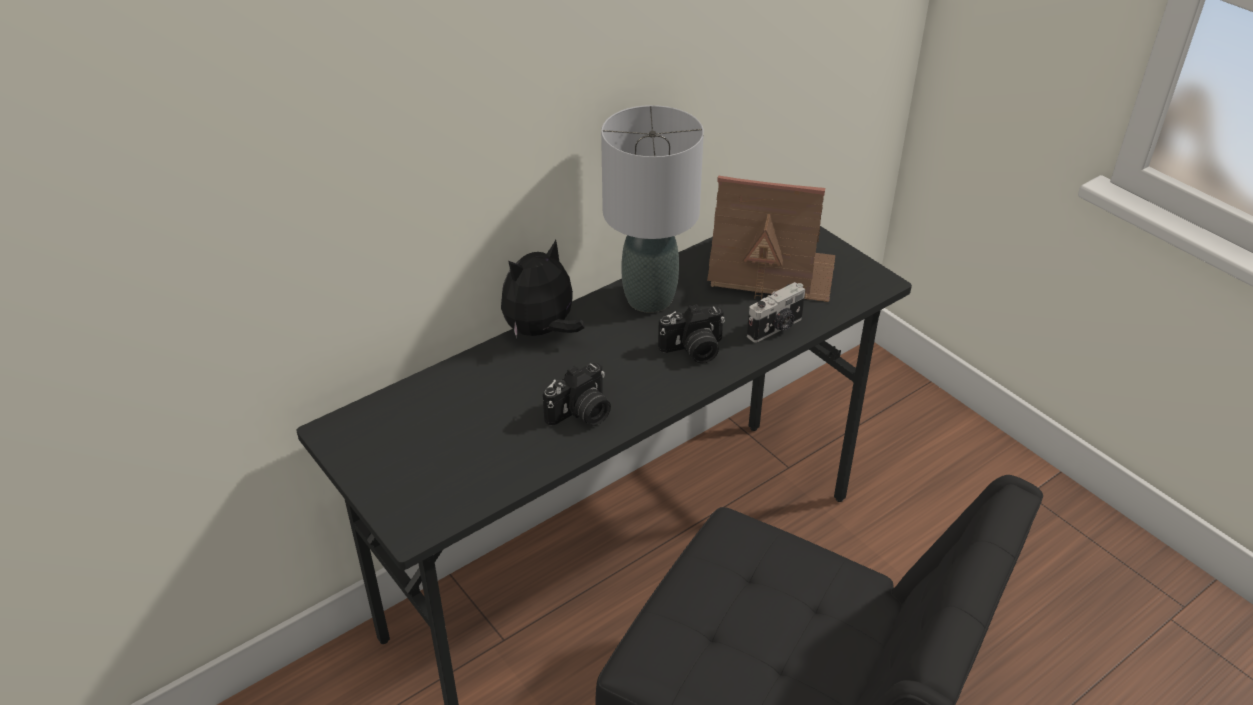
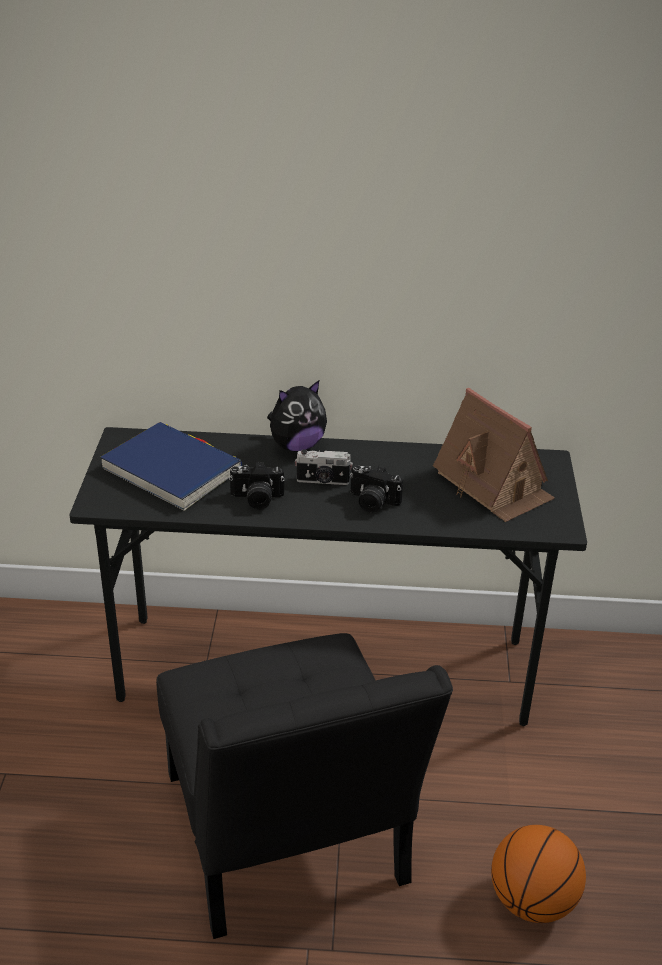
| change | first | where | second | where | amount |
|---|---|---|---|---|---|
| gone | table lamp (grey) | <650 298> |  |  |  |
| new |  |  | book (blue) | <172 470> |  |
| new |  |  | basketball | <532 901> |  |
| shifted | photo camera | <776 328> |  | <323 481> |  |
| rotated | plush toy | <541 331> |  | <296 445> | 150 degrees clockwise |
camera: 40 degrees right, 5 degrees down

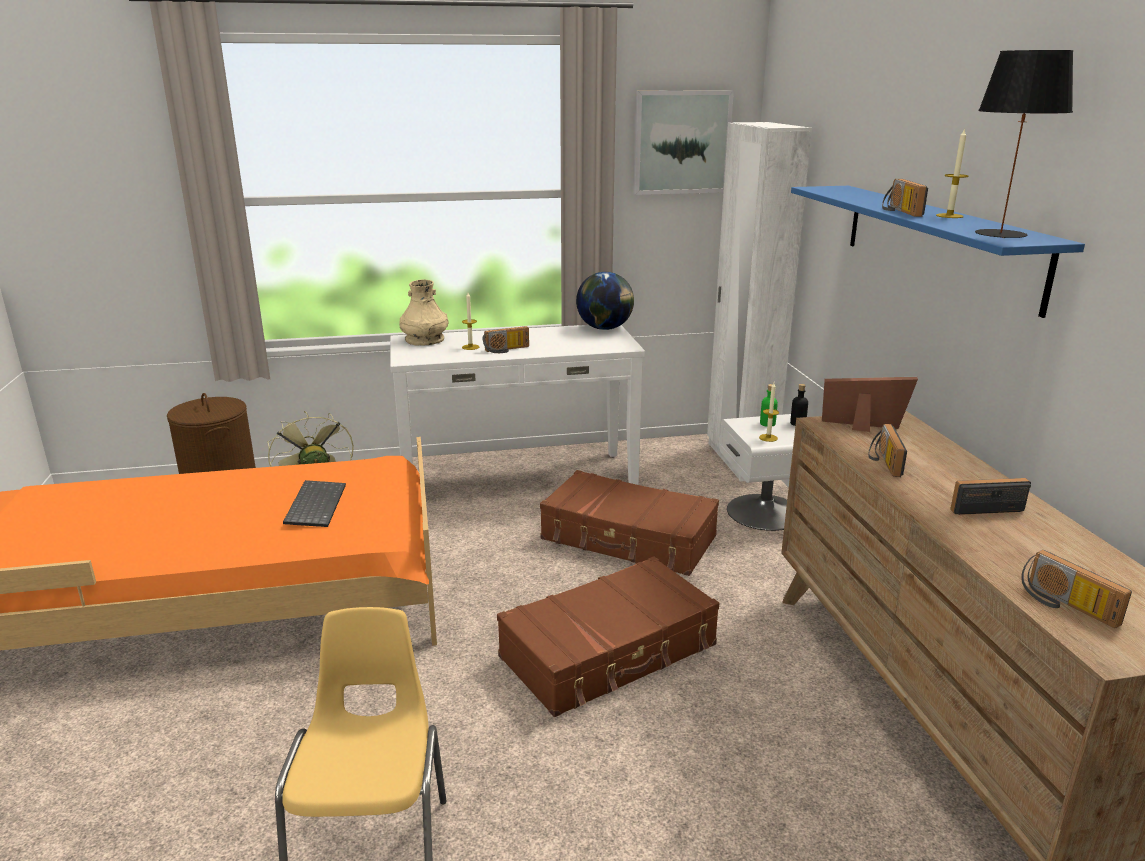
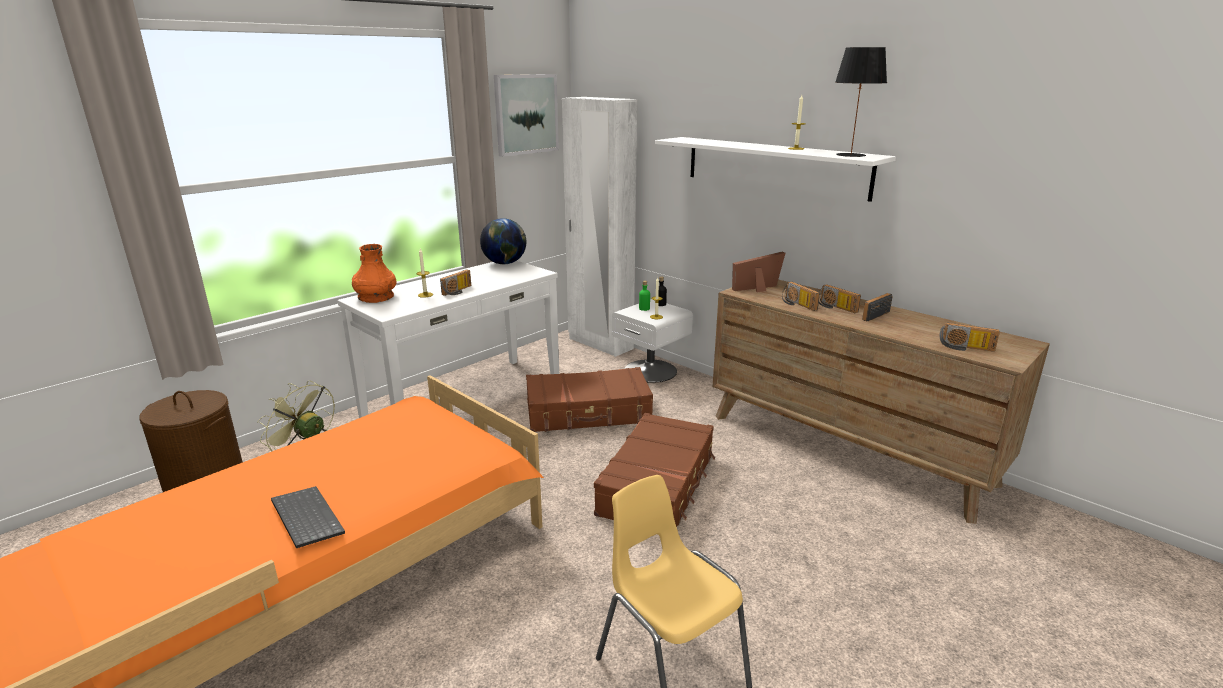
| change | first | where | second | where | amount |
|---|---|---|---|---|---|
| shifted | keyboard | <314 505> |  | <305 518> |  |
| shifted | radio | <898 211> |  | <835 307> |  |
| repainted | vase (beige) | <424 340> | vase (orange) | <376 297> |  |
| repainted | shelf (blue) | <937 242> | shelf (white) | <774 166> |  |
camera: 35 degrees left, 0 degrees up

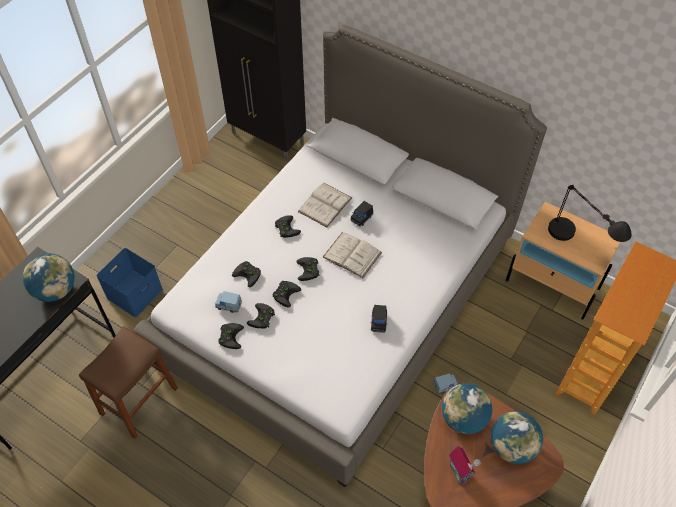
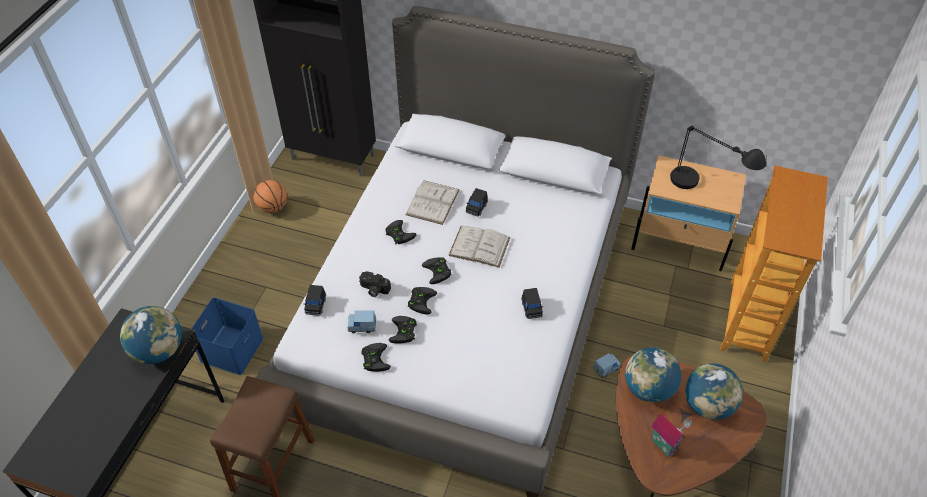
| change | first | where | second | where | amount |
|---|---|---|---|---|---|
| new |  |  | basketball | <273 207> |  |
| new |  |  | toy car (black) | <315 305> |  |
| swapped | game controller (black) | <249 274> | photo camera | <374 289> |  |
camera: 15 degrees left, 5 degrees down

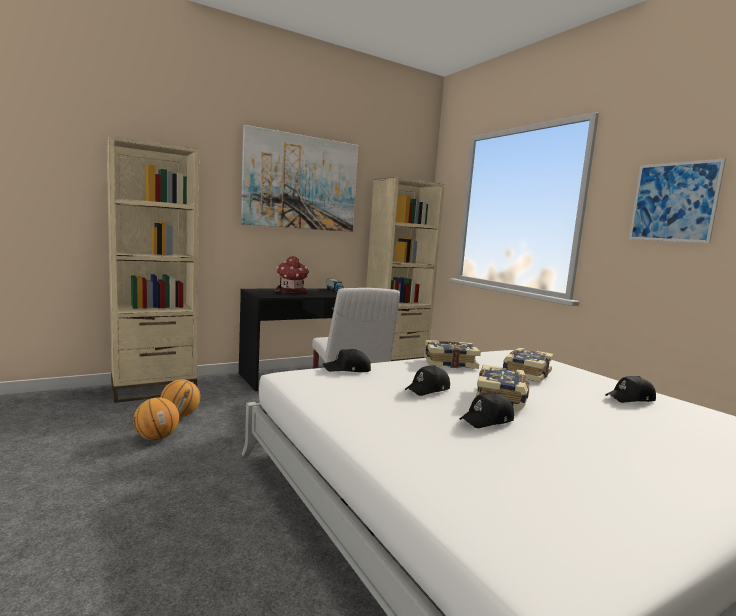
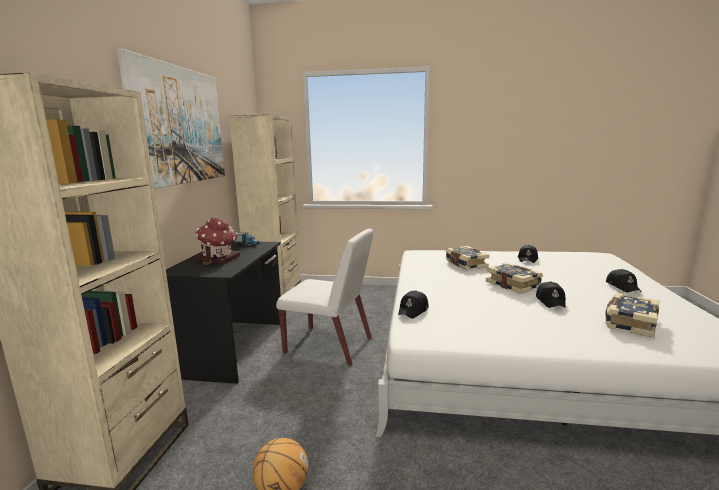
| change | first | where | second | where | amount |
|---|---|---|---|---|---|
| gone | basketball | <180 415> |  |  |  |
| gone | picture | <673 202> |  |  |  |
| shifted | cap (black) | <428 389> |  | <623 286> |  |
| shifted | book | <449 363> |  | <629 323> |  |
camera: 50 degrees left, 5 degrees up

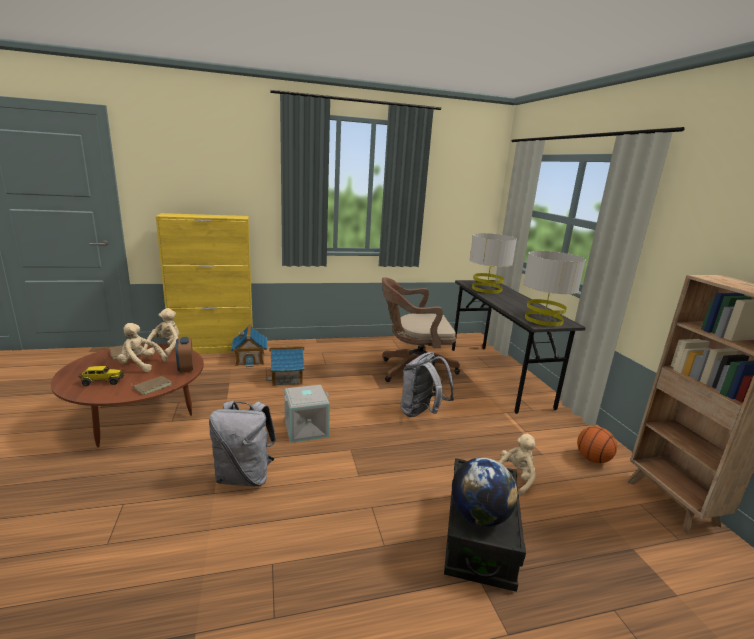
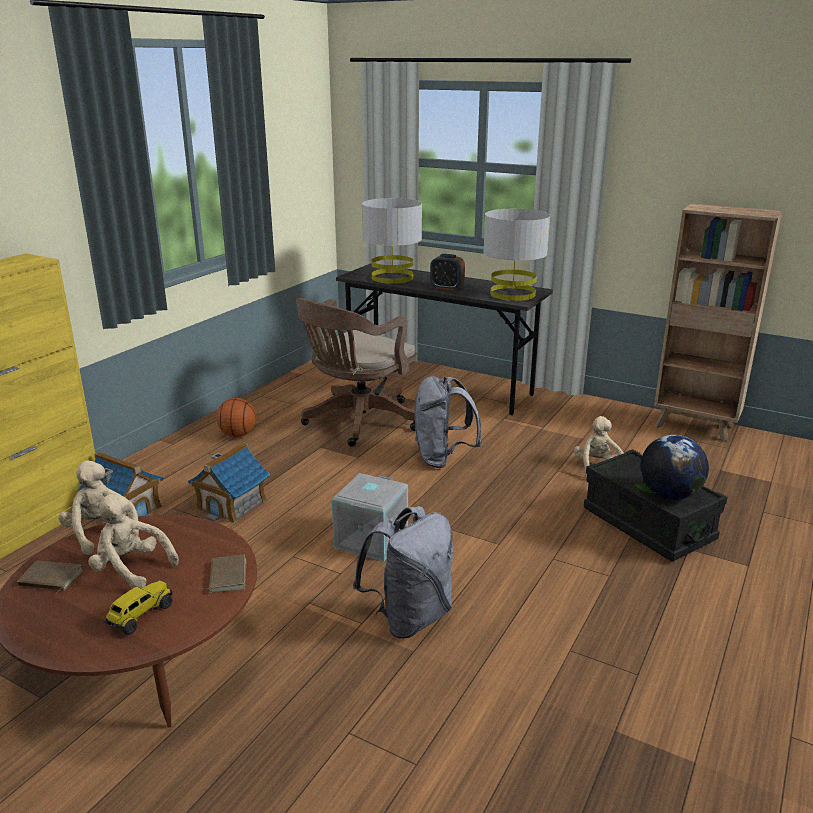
| change | first | where | second | where | amount |
|---|---|---|---|---|---|
| shifted | alarm clock | <185 368> |  | <447 287> |  |
| shifted | basketball | <592 459> |  | <238 435> |  |
| rotated | plush toy (beige) | <140 365> |  | <131 570> | 60 degrees clockwise |
camera: 45 degrees left, 5 degrees up

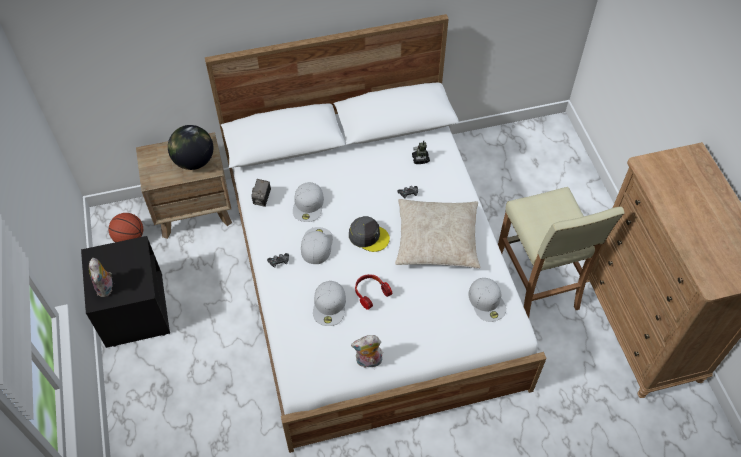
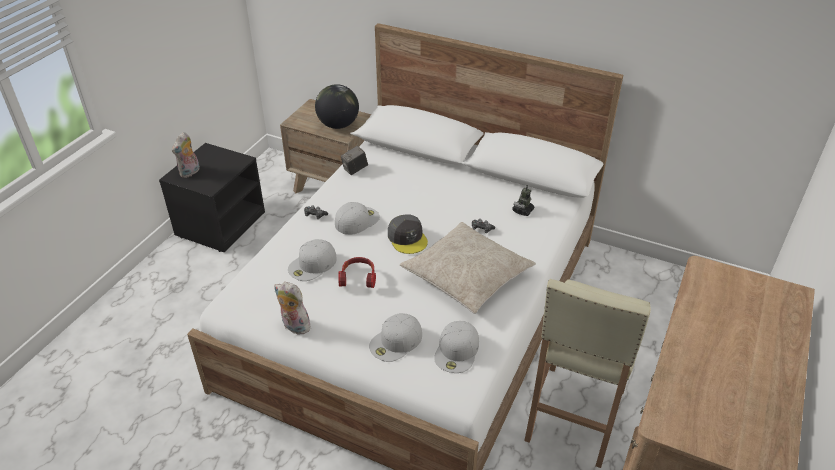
| change | first | where | second | where | amount |
|---|---|---|---|---|---|
| gone | basketball | <129 238> |  |  |  |
| shifted | cap (white) | <308 205> |  | <396 342> |  |
camera: 40 degrees right, 15 degrees down

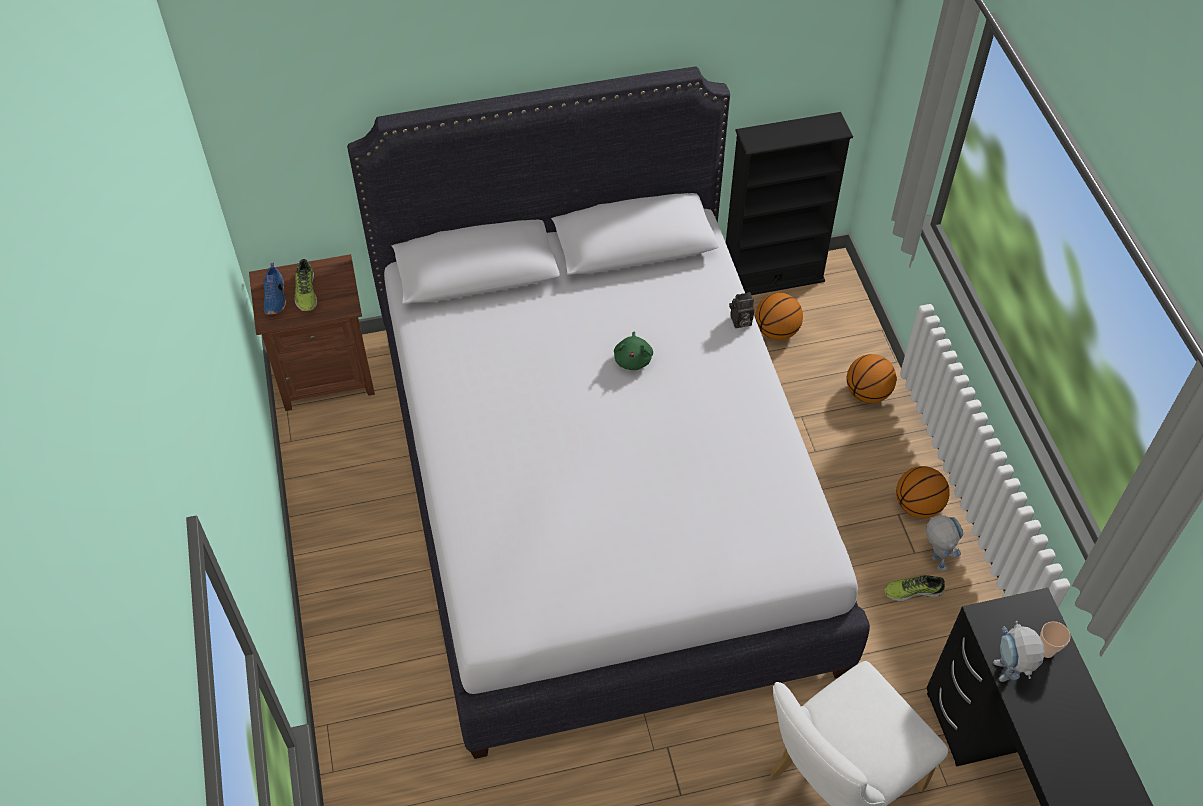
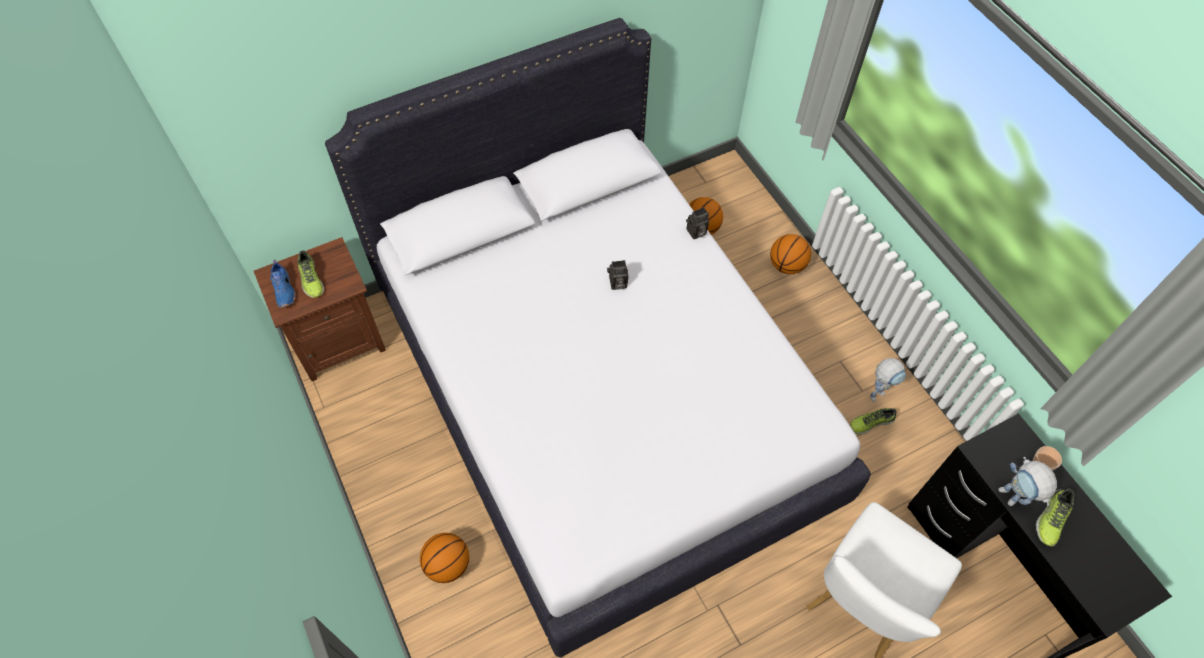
| change | first | where | second | where | amount |
|---|---|---|---|---|---|
| gone | bookcase (black) | <772 278> |  |  |  |
| new |  |  | shoe | <1051 518> |  |
| shifted | basketball | <917 505> |  | <447 564> |  |
| swapped | plush toy (green) | <633 359> | photo camera | <617 284> |  |
| rotated | toy robot | <934 558> |  | <878 392> | 90 degrees clockwise |
camera: 15 degrees left, 5 degrees up

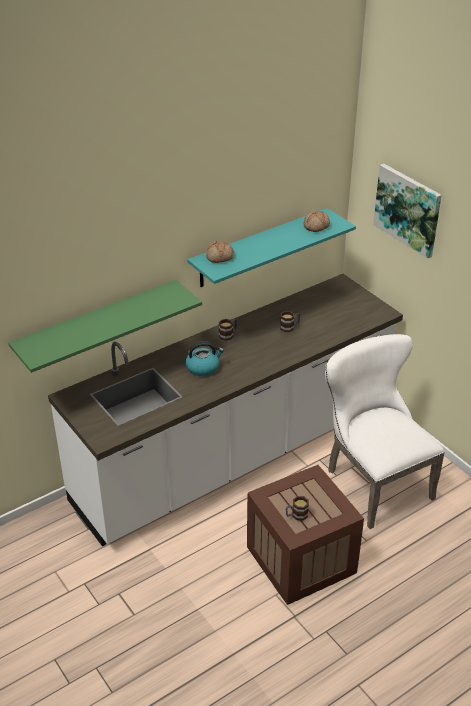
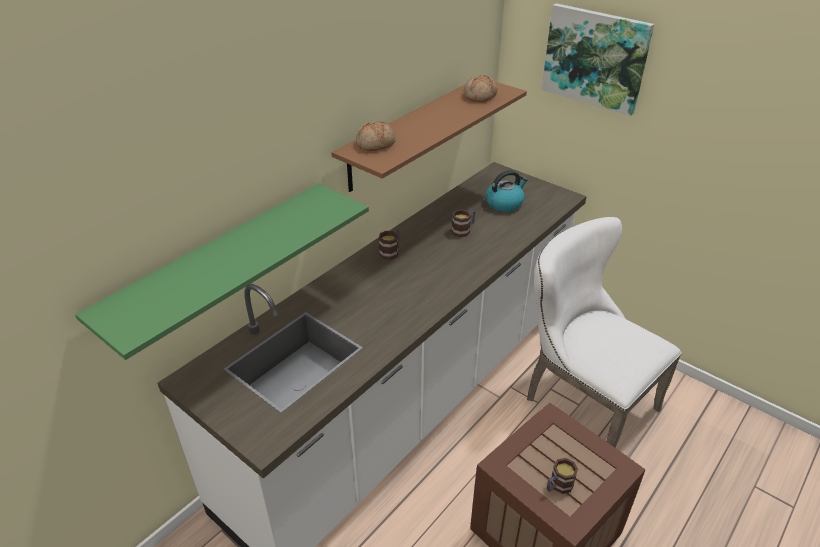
| change | first | where | second | where | amount |
|---|---|---|---|---|---|
| shifted | kettle | <203 367> |  | <504 203> |  |
| repainted | shelf (turquoise) | <259 248> | shelf (brown) | <413 133> |  |
camera: 15 degrees left, 0 degrees up

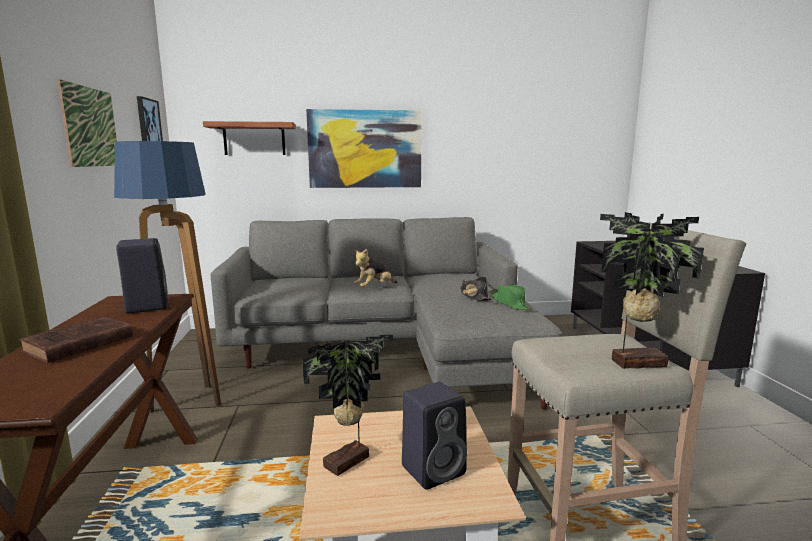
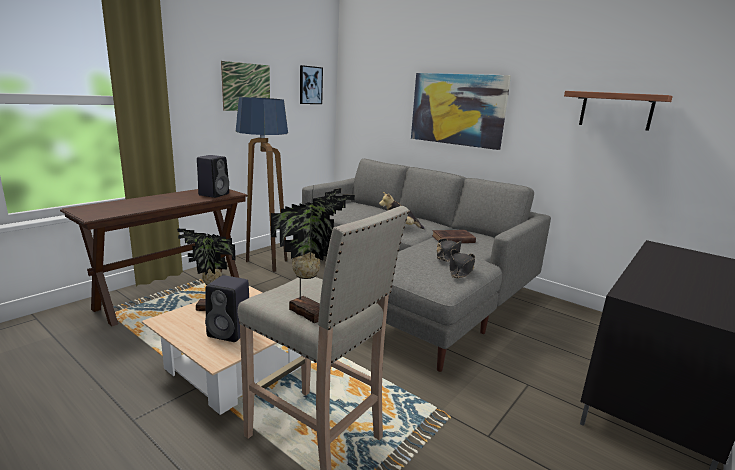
| change | first | where | second | where | amount |
|---|---|---|---|---|---|
| shifted | book (brown) | <76 345> |  | <452 239> |  |
| shifted | shelf | <254 139> |  | <616 110> |  |
| repainted | hat (green) | <510 303> | hat (black) | <460 270> |  |
camera: 45 degrees right, 5 degrees up

